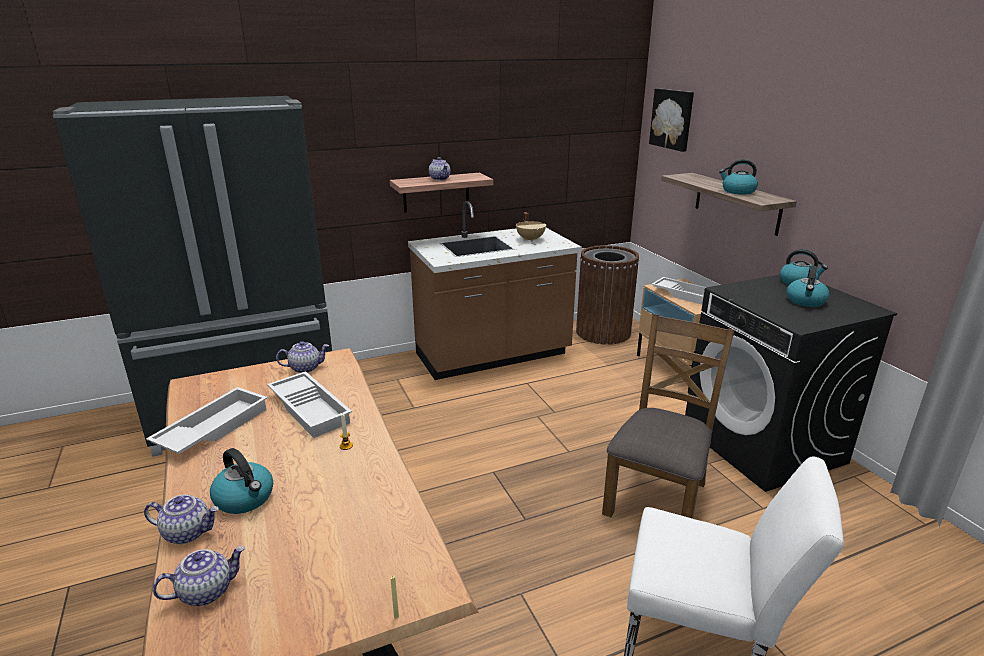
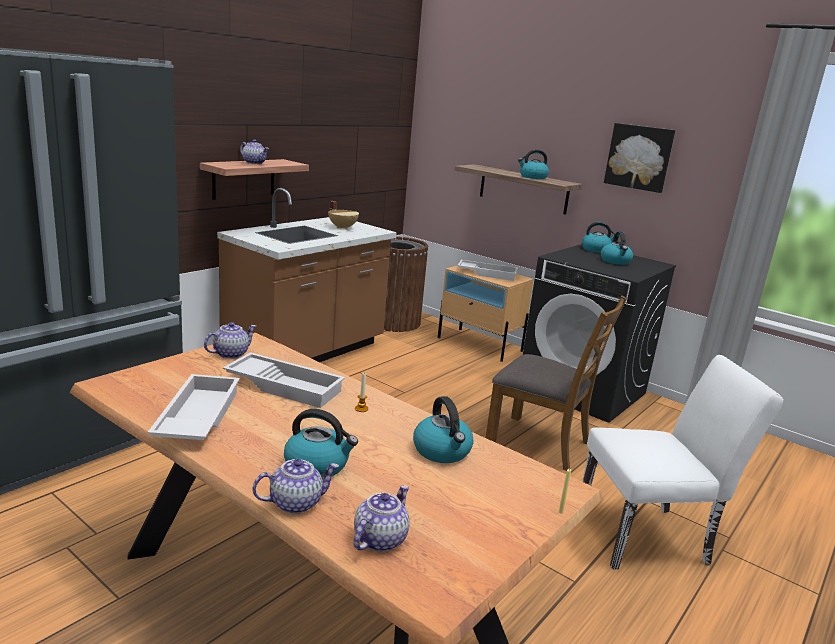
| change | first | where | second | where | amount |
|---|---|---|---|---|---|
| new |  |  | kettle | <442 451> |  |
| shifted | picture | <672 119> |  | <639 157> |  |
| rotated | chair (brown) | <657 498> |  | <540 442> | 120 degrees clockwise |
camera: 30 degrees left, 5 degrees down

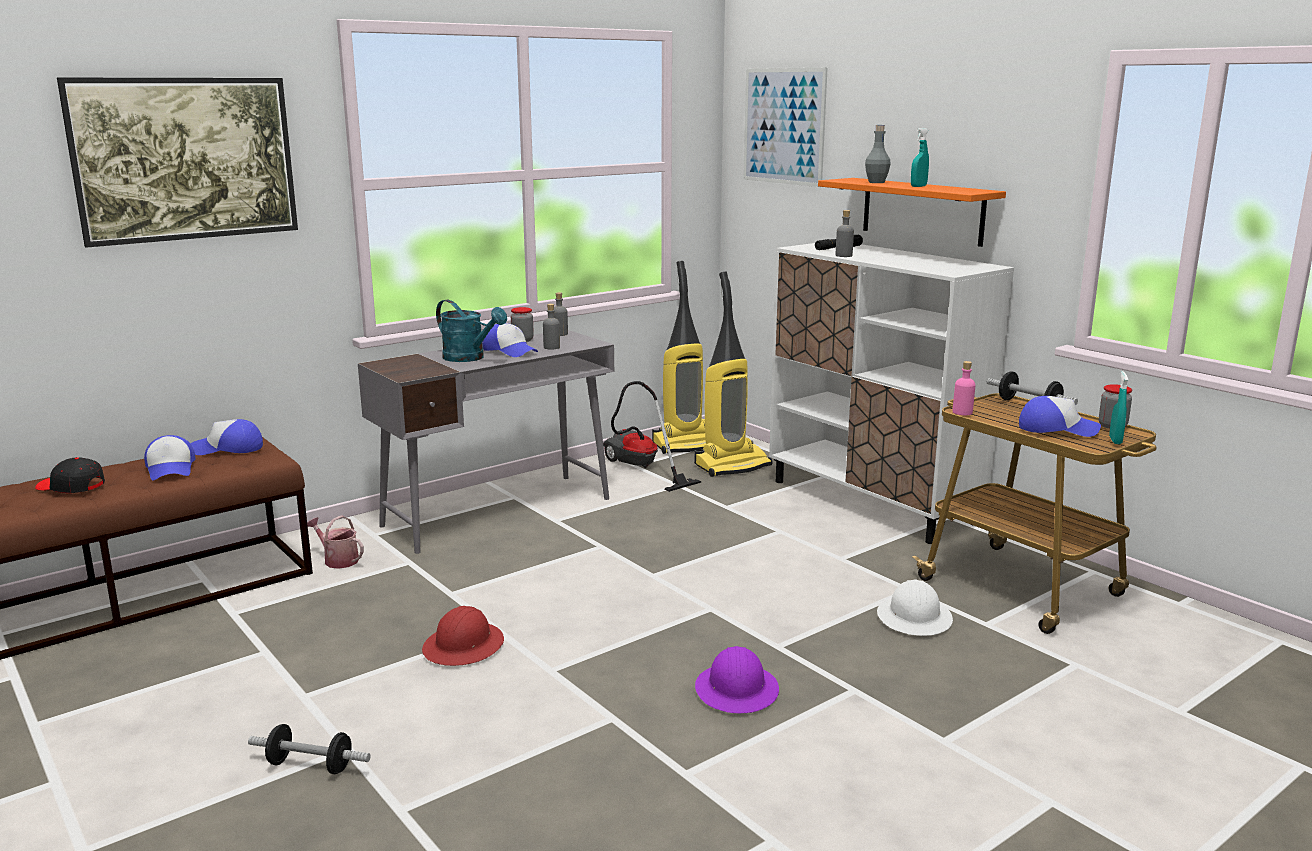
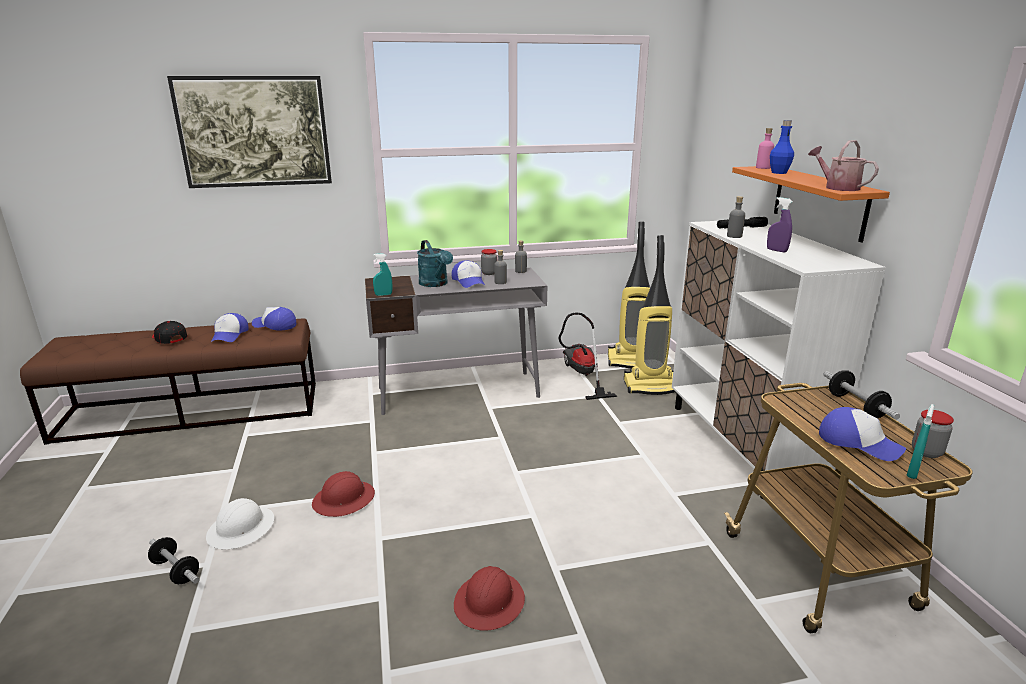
| change | first | where | second | where | amount |
|---|---|---|---|---|---|
| gone | picture | <784 126> |  |  |  |
| new |  |  | spray bottle (purple) | <776 250> |  |
| shifted | watering can | <338 560> |  | <837 187> |  |
| shifted | hard hat (white) | <914 618> |  | <241 529> |  |
| shifted | spray bottle (turquoise) | <918 186> |  | <383 295> |  |
| shifted | bottle (pink) | <962 412> |  | <763 167> |  |
| repainted | hard hat (purple) | <737 690> | hard hat (red) | <489 602> |  |
| repainted | bottle (grey) | <876 182> | bottle (blue) | <779 172> |  |
camera: 25 degrees right, 5 degrees up

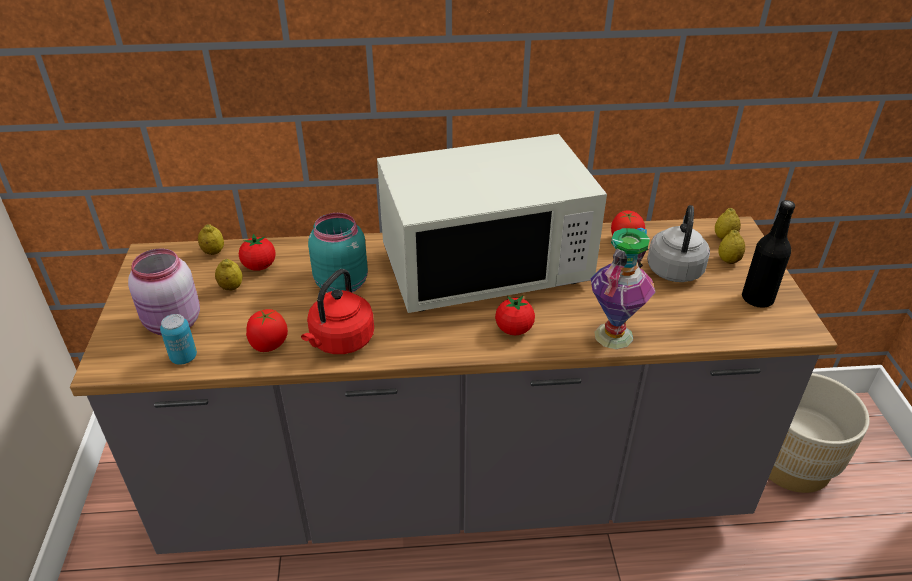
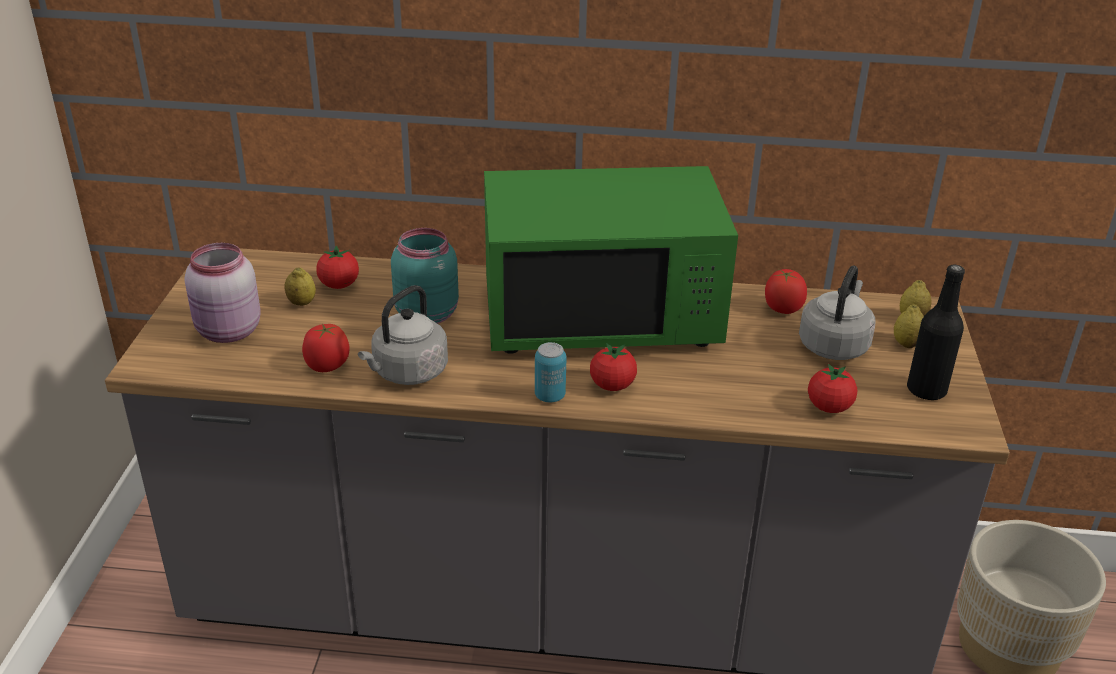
| change | first | where | second | where | amount |
|---|---|---|---|---|---|
| gone | lemon | <213 252> |  |  |  |
| gone | vase | <613 335> |  |  |  |
| new |  |  | tomato | <829 407> |  |
| shifted | can | <184 357> |  | <550 396> |  |
| repainted | kettle (red) | <340 342> | kettle (grey) | <407 373> |  |
| repainted | microwave (white) | <485 267> | microwave (green) | <601 316> |  |
camera: 10 degrees right, 5 degrees down

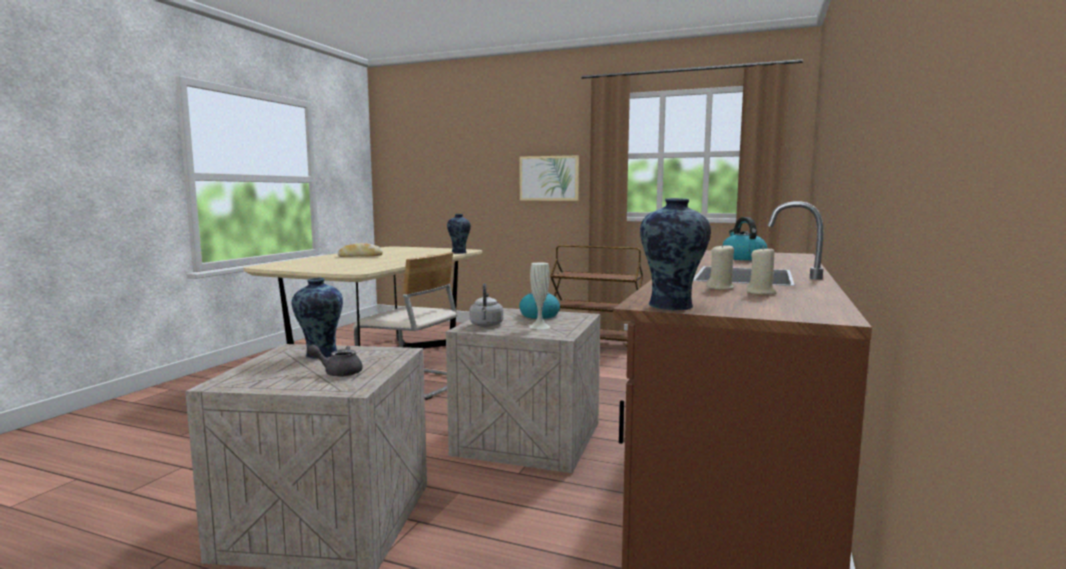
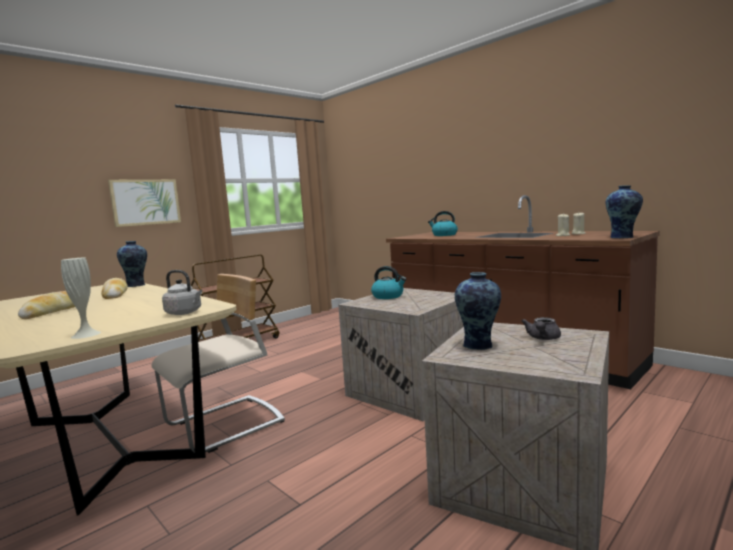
| change | first | where | second | where | amount |
|---|---|---|---|---|---|
| new |  |  | bread | <115 294> |  |
| shifted | kettle (grey) | <486 325> |  | <185 313> |  |
| shifted | vase (white) | <539 326> |  | <86 334> |  |
camera: 65 degrees left, 0 degrees up

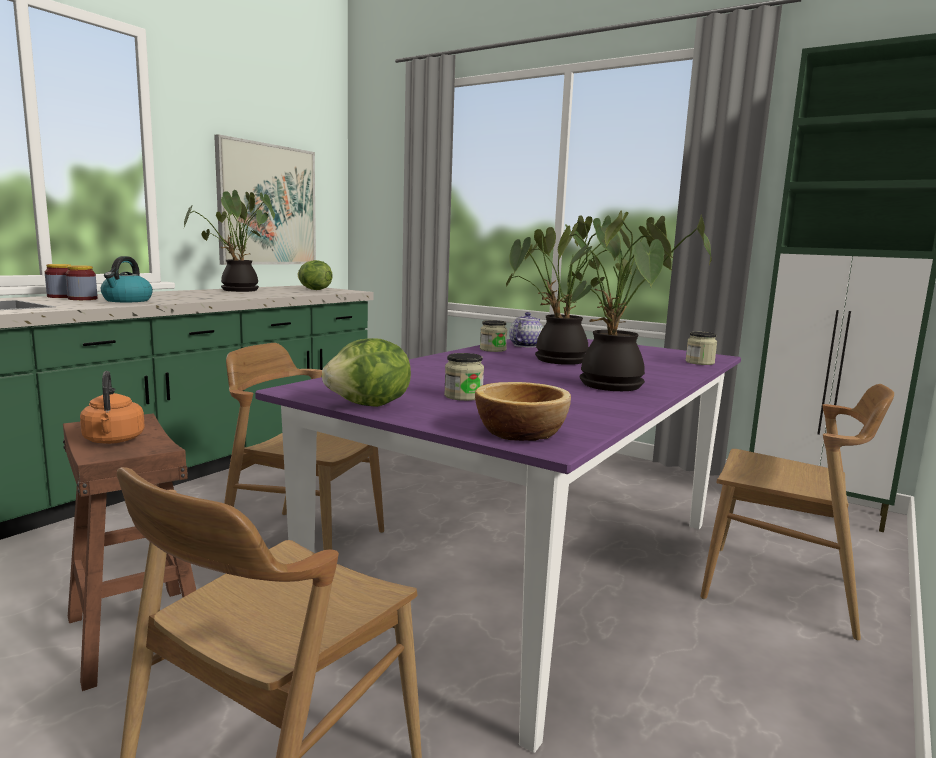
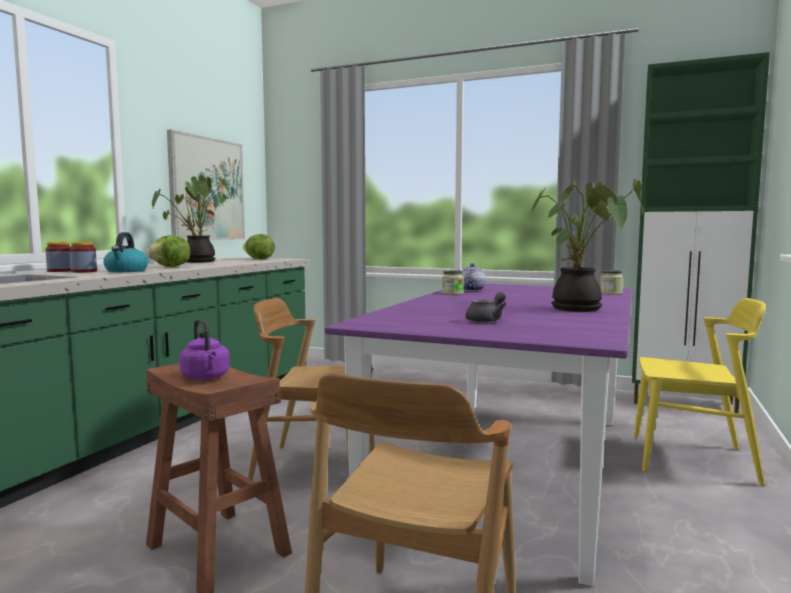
| change | first | where | second | where | amount |
|---|---|---|---|---|---|
| gone | bowl | <520 432> |  |  |  |
| gone | potted plant | <559 361> |  |  |  |
| shifted | lettuce | <370 406> |  | <171 267> |  |
| swapped | jar | <463 396> | teapot (grey) | <487 320> |  |
| repainted | kettle (orange) | <113 440> | kettle (purple) | <206 377> |  |
| repainted | chair (brown) | <780 590> | chair (yellow) | <693 459> |  |
camera: 10 degrees left, 5 degrees down

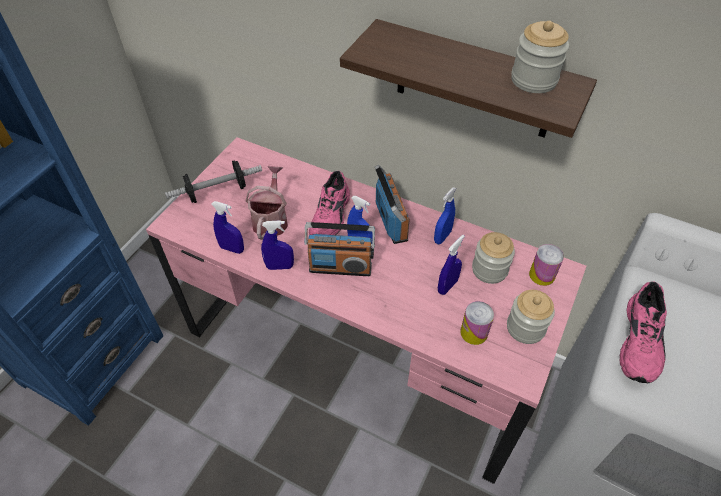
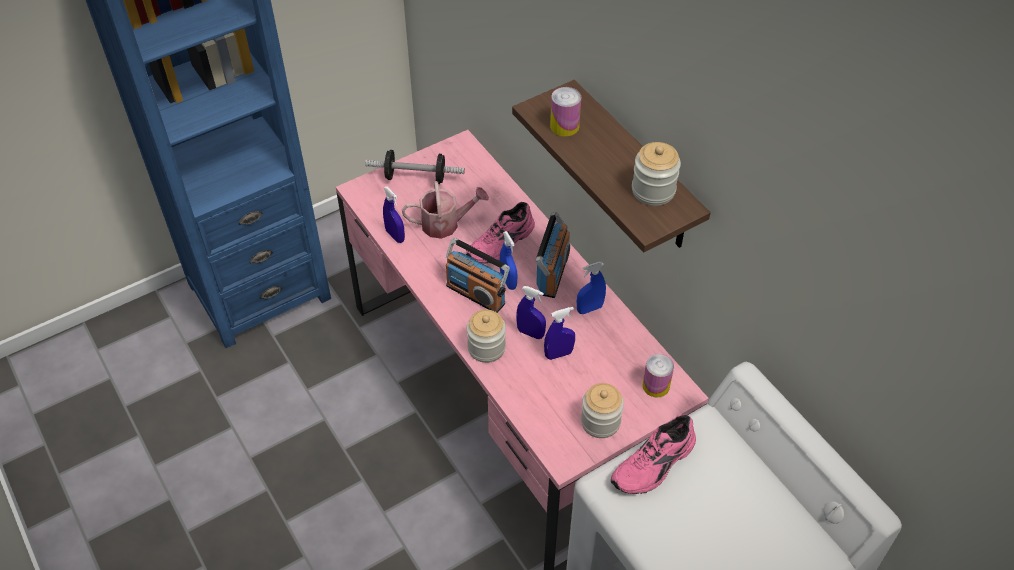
| change | first | where | second | where | amount |
|---|---|---|---|---|---|
| shifted | spray bottle (blue) | <280 266> |  | <530 333> |  |
| shifted | can | <474 332> |  | <564 126> |  |
| shifted | jar | <489 269> |  | <486 348> |  |
| rotated | watering can | <271 219> |  | <445 224> | 45 degrees clockwise |
camera: 30 degrees right, 0 degrees up

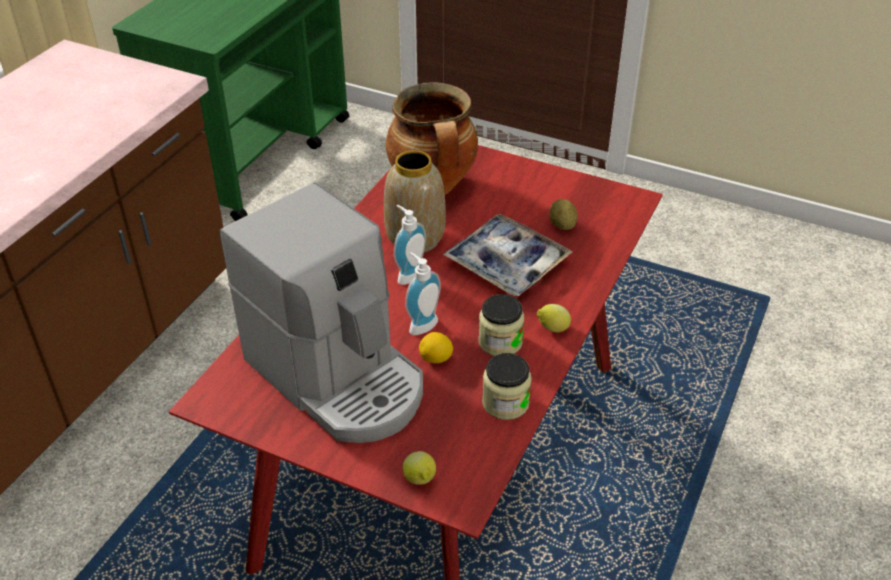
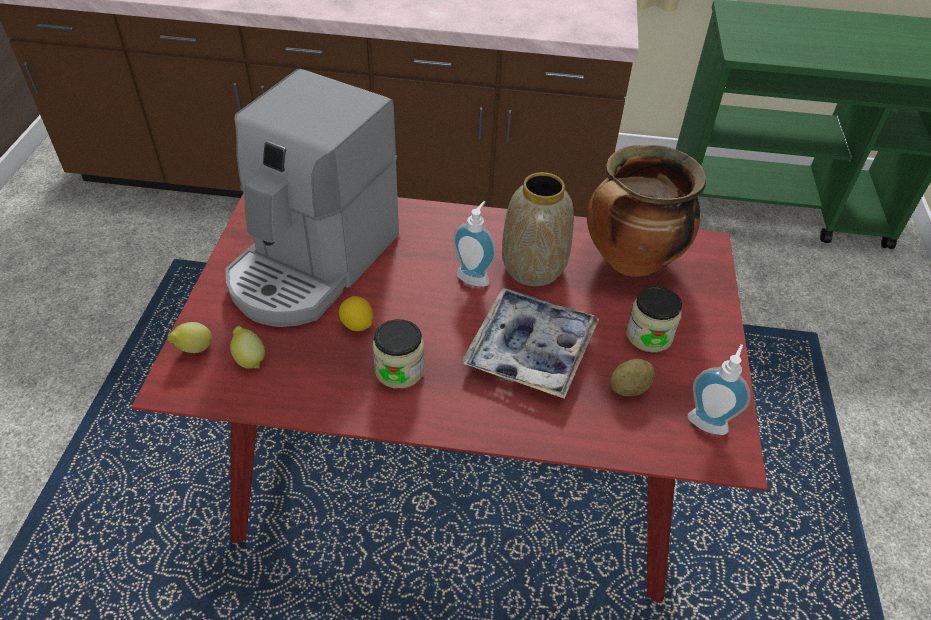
| change | first | where | second | where | amount |
|---|---|---|---|---|---|
| shifted | soap dispenser | <421 324> |  | <709 420> |  |
| shifted | jar | <505 403> |  | <649 335> |  |
| shifted | lemon | <552 329> |  | <249 359> |  |
camera: 70 degrees right, 5 degrees up

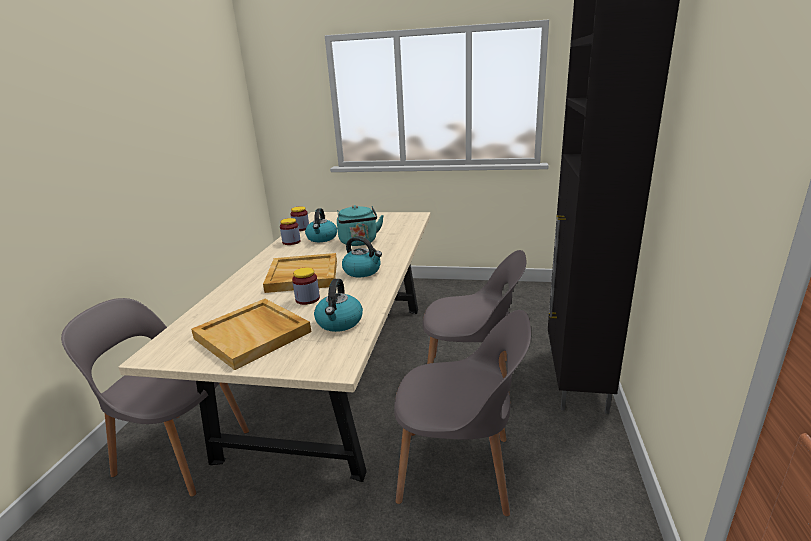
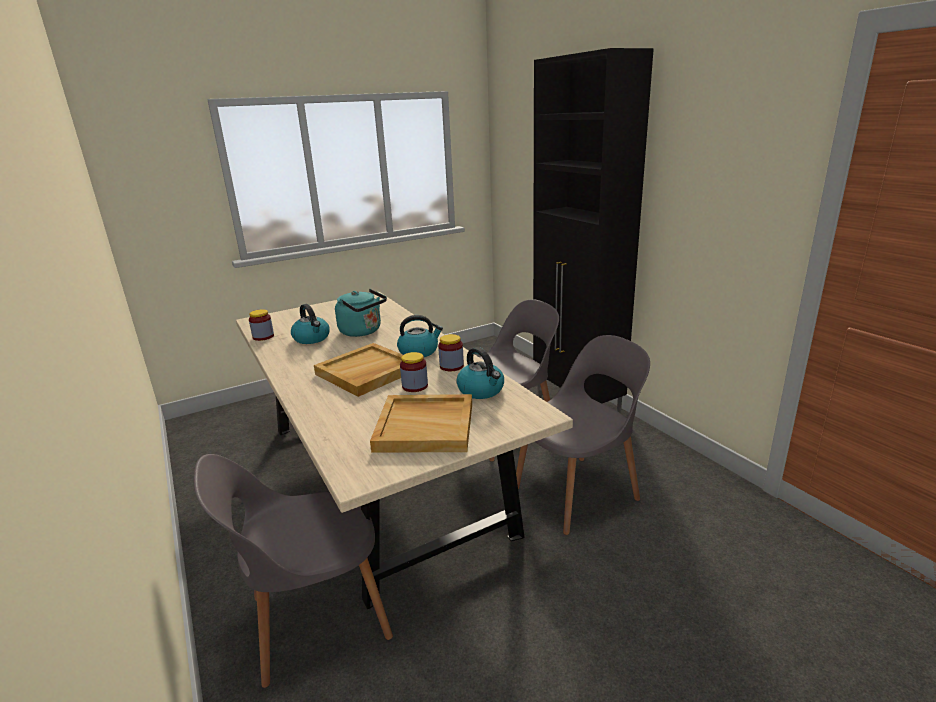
| change | first | where | second | where | amount |
|---|---|---|---|---|---|
| shifted | jar | <291 242> |  | <451 366> |  |
camera: 40 degrees left, 0 degrees up

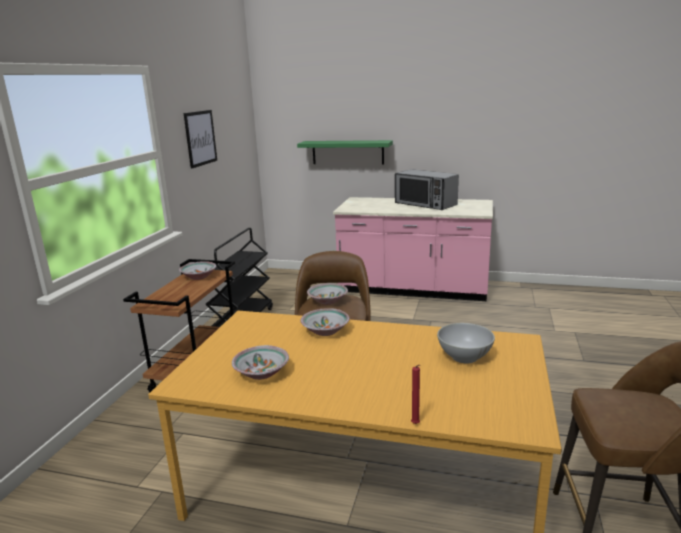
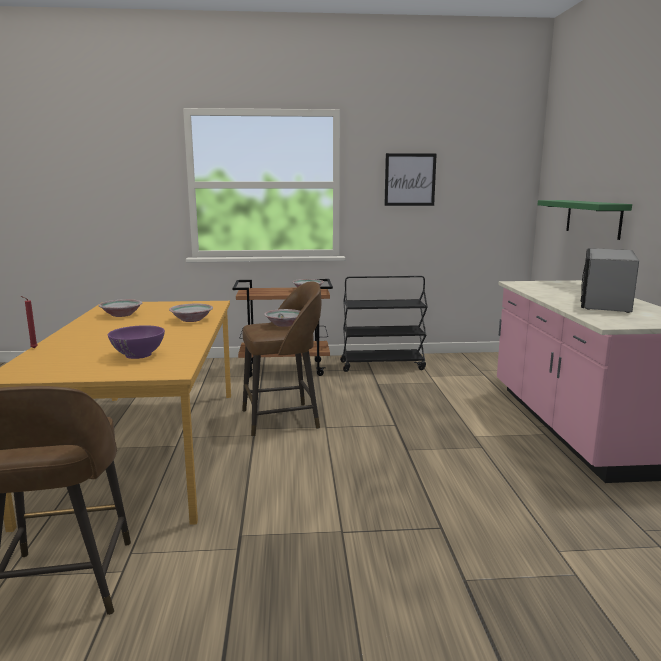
| change | first | where | second | where | amount |
|---|---|---|---|---|---|
| repainted | bowl (white) | <464 357> | bowl (purple) | <138 355> |  |
camera: 70 degrees right, 5 degrees down

